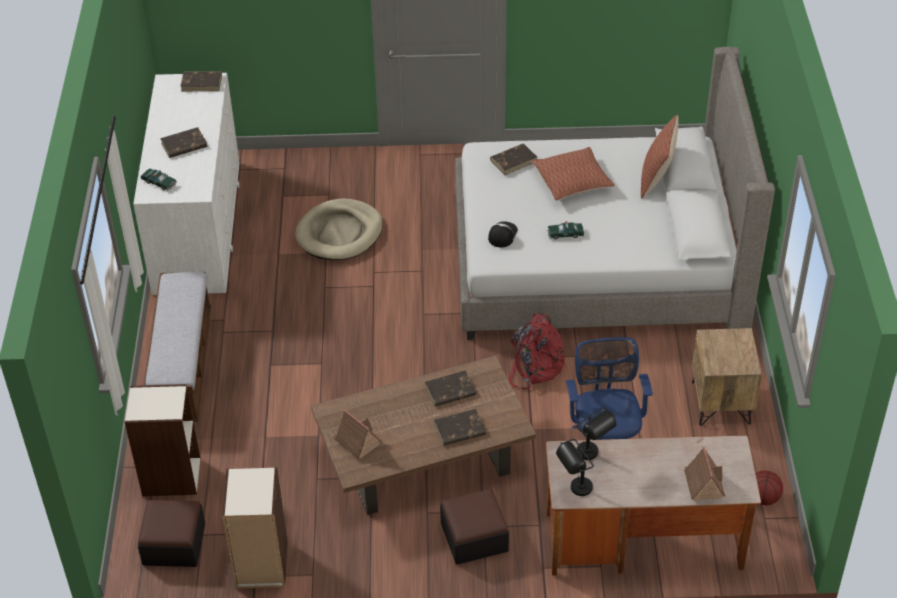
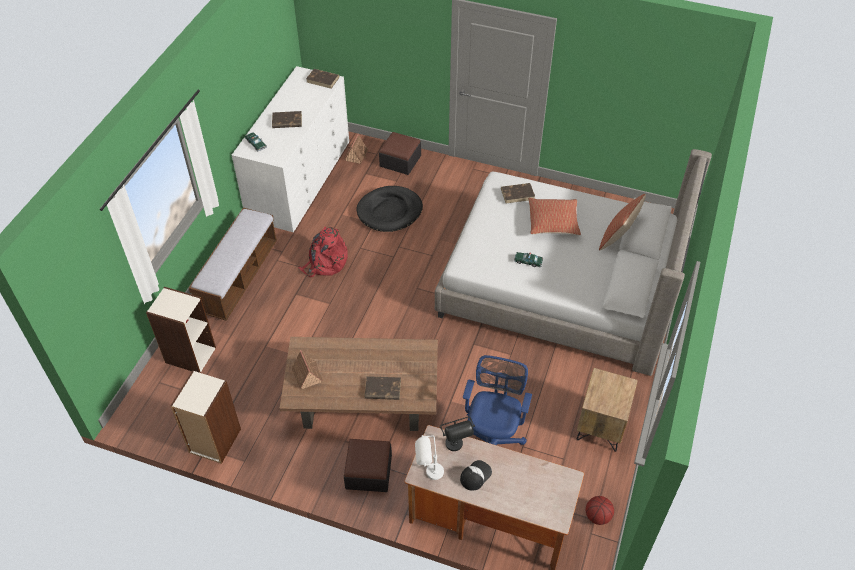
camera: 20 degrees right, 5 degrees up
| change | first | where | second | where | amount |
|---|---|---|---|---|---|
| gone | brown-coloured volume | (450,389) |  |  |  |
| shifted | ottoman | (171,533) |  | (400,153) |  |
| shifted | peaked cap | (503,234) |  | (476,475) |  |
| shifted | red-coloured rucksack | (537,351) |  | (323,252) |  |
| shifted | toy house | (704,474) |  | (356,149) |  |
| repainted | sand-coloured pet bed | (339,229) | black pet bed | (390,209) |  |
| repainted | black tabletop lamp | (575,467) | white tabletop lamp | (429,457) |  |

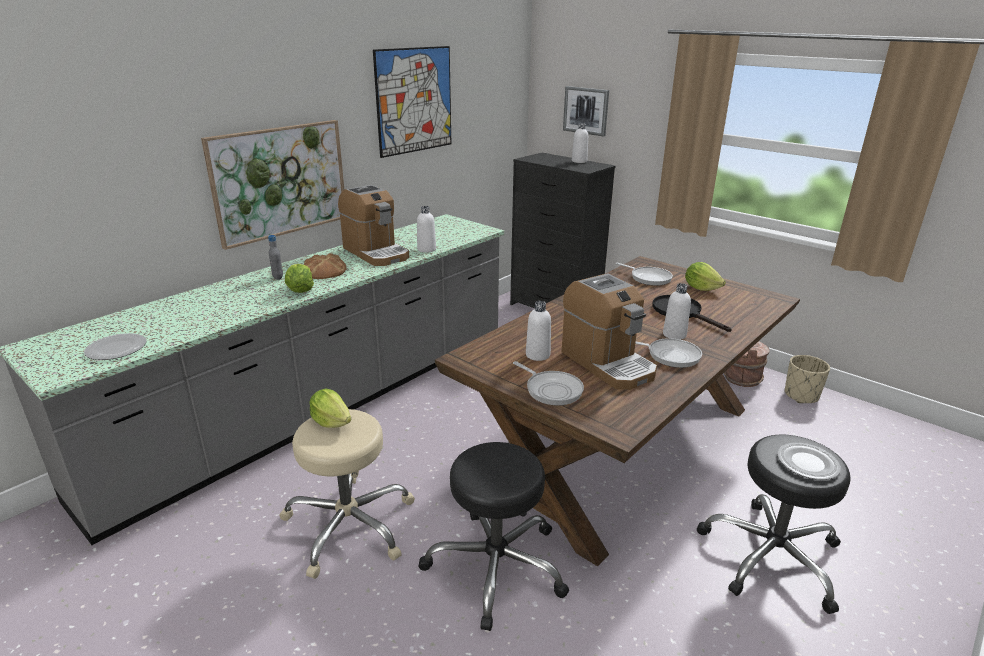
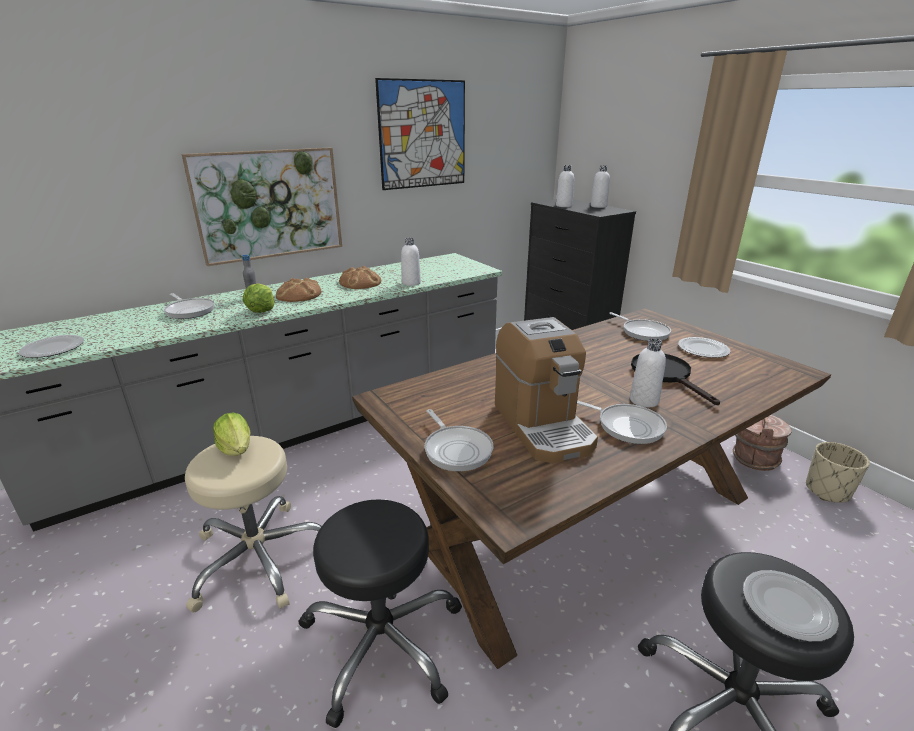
camera: 15 degrees right, 0 degrees up
| change | first | where | second | where | amount |
|---|---|---|---|---|---|
| gone | wall art | (586,111) |  |  |  |
| new |  |  | frying pan | (189,306) |  |
| shifted | white beverage bottle | (538,331) |  | (565,186) |  |
| swapped | coffee machine | (373,225) | baked bread | (360,277) |  |
| swapped | head of lettuce | (705,276) | dinner plate | (704,347) |  |

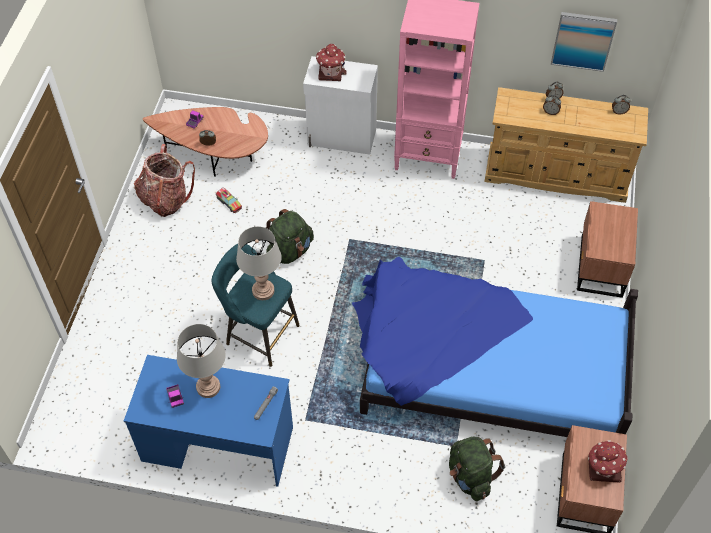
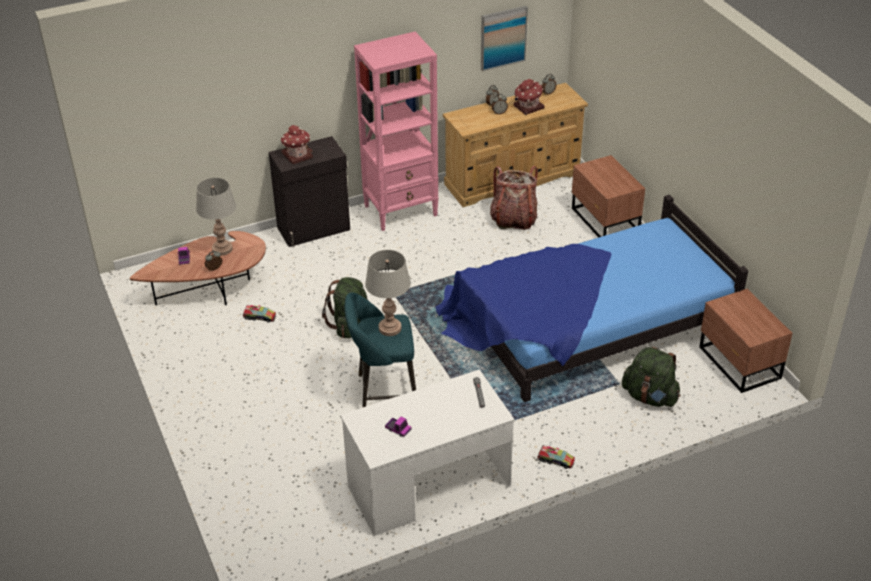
camera: 35 degrees left, 15 degrees down
| change | first | where | second | where | amount |
|---|---|---|---|---|---|
| new |  |  | toy lorry | (556,457) |  |
| shifted | rucksack | (164,180) |  | (514,198) |  |
| shifted | gray tabletop lamp | (201,361) |  | (216,217) |  |
| shifted | toy house | (608,461) |  | (529,97) |  |
| repainted | bluish desk unit | (208,421) | white desk unit | (427,452) |  |
| repainted | white cupboard | (340,105) | black cupboard | (309,191) |  |

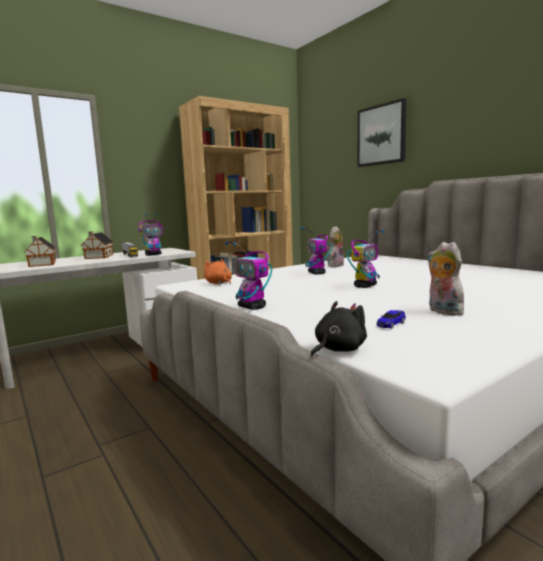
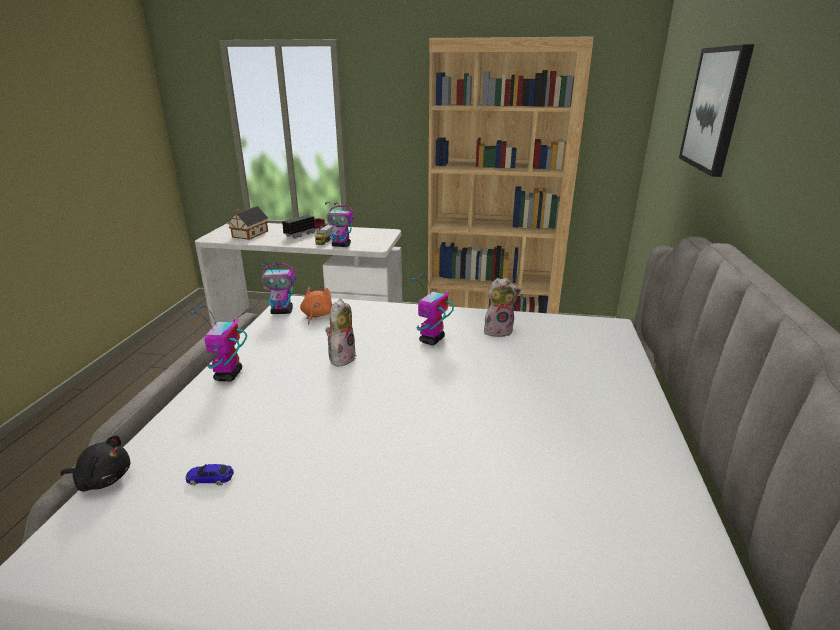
camera: 45 degrees right, 15 degrees up
| change | first | where | second | where | amount |
|---|---|---|---|---|---|
| shifted | model robot | (366,259) |  | (278,288) |  |
| shifted | plush toy | (446,279) |  | (341,333) |  |
| swapped | toy house | (97,245) | toy lorry | (304,227) |  |

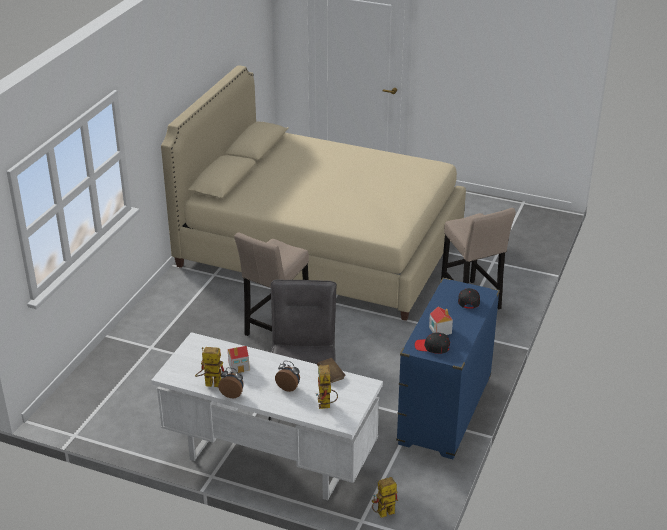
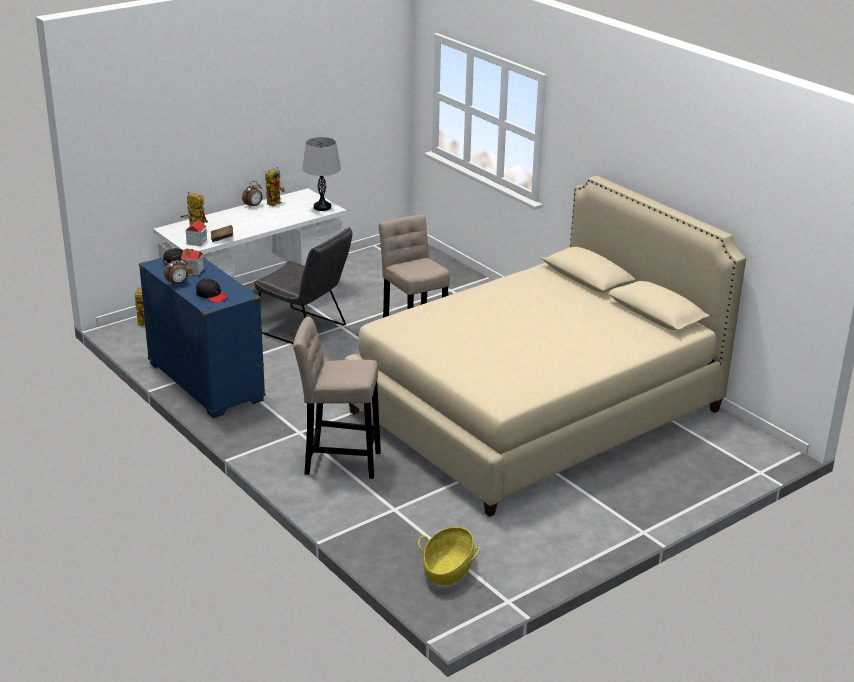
camera: 120 degrees right, 5 degrees down
| change | first | where | second | where | amount |
|---|---|---|---|---|---|
| new |  |  | gray tabletop lamp | (321,174) |  |
| new |  |  | storage basket | (449,556) |  |
| shifted | toy house | (239,359) |  | (196,232) |  |
| shifted | alarm clock | (287,376) |  | (176,270) |  |

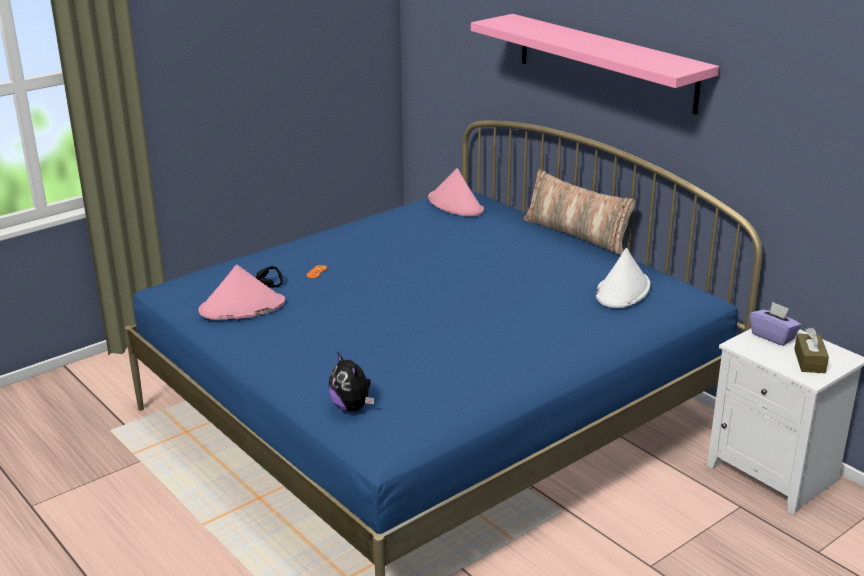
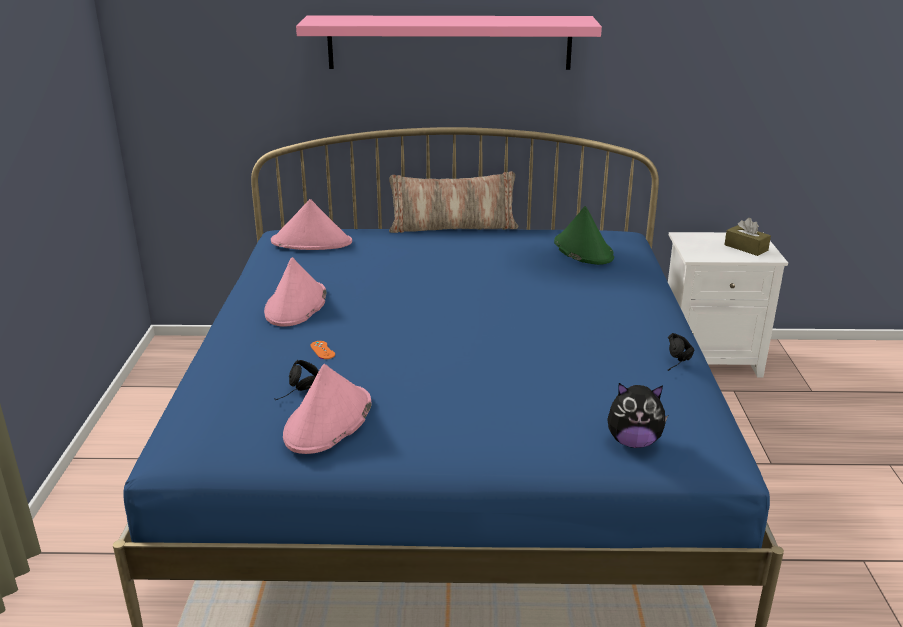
camera: 50 degrees left, 0 degrees up
| change | first | where | second | where | amount |
|---|---|---|---|---|---|
| gone | purple-coloured tissue box | (776,324) |  |  |  |
| new |  |  | pink wearable hat | (295,291) |  |
| new |  |  | black headphones | (681,352) |  |
| repainted | white wearable hat | (623,278) | green-coloured wearable hat | (584,235) |  |

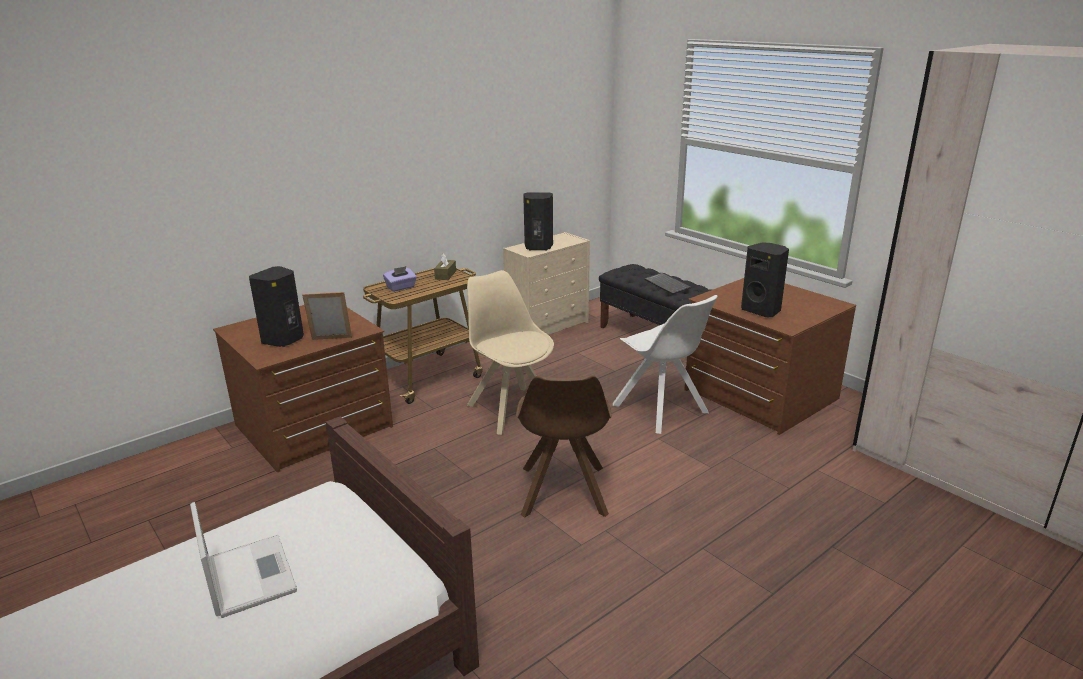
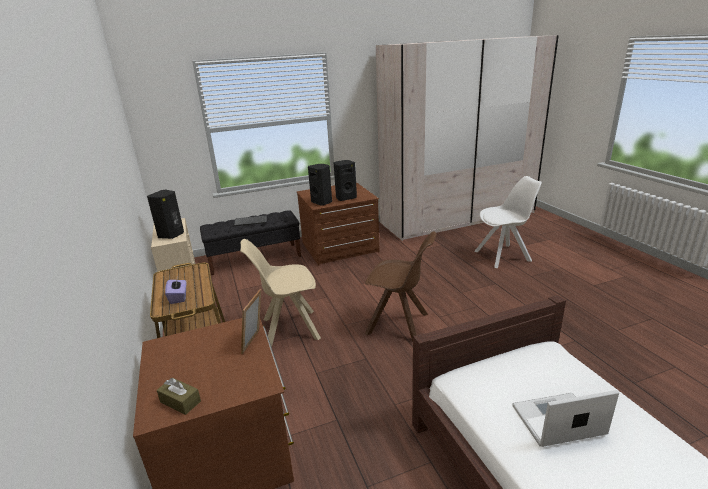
camera: 70 degrees left, 0 degrees up
| change | first | where | second | where | amount |
|---|---|---|---|---|---|
| shifted | black audio speaker | (276,306) |  | (320,185) |  |
| shifted | brown-coloured tissue box | (445,267) |  | (179,396) |  |
| shifted | white upright chair | (665,364) |  | (508,222) |  |

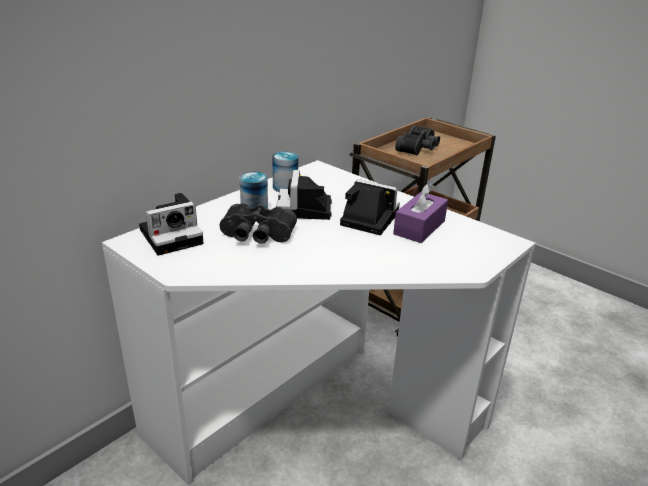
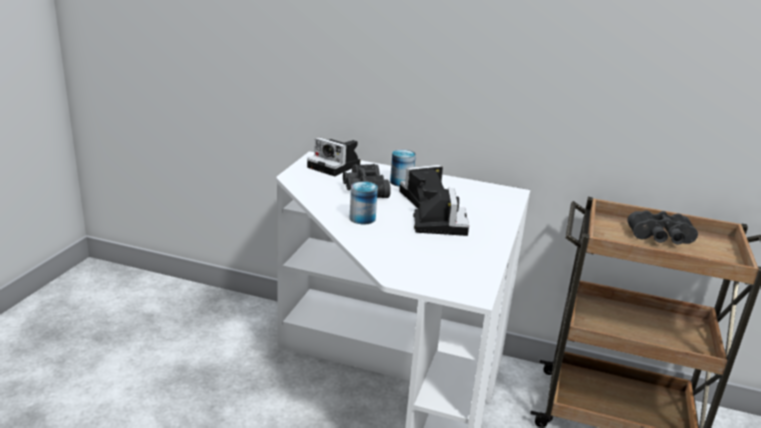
camera: 65 degrees right, 5 degrees down
| change | first | where | second | where | amount |
|---|---|---|---|---|---|
| gone | purple-coloured tissue box | (420,213) |  |  |  |
| shifted | can | (285,172) |  | (364,202) |  |

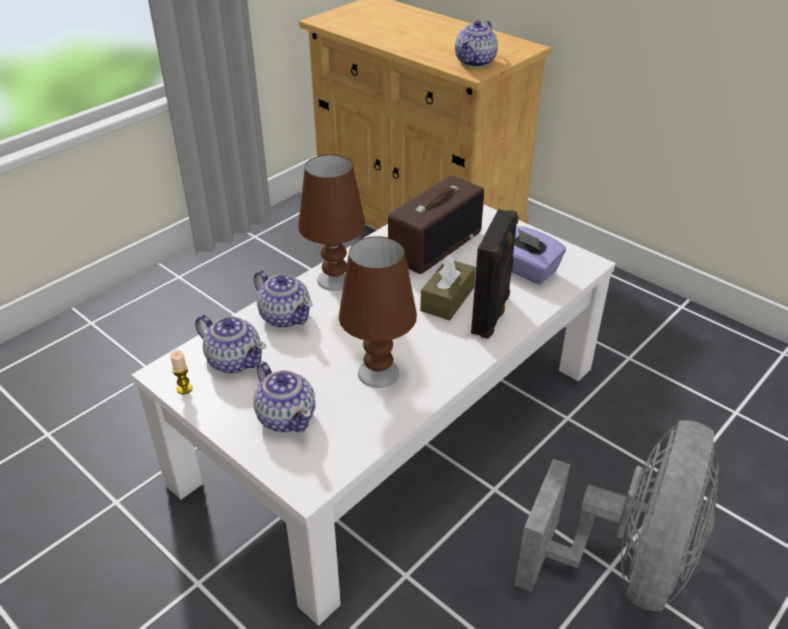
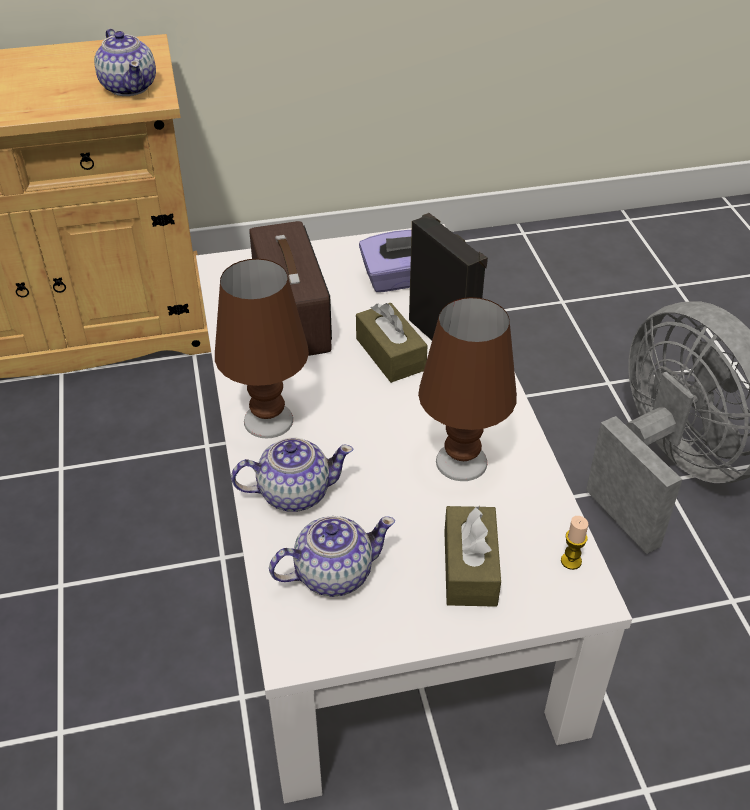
camera: 55 degrees left, 5 degrees up
| change | first | where | second | where | amount |
|---|---|---|---|---|---|
| shifted | wax candle | (181,372) |  | (574,543) |  |
| swapped | tea pot | (284,397) | brown-coloured tissue box | (472,556) |  |

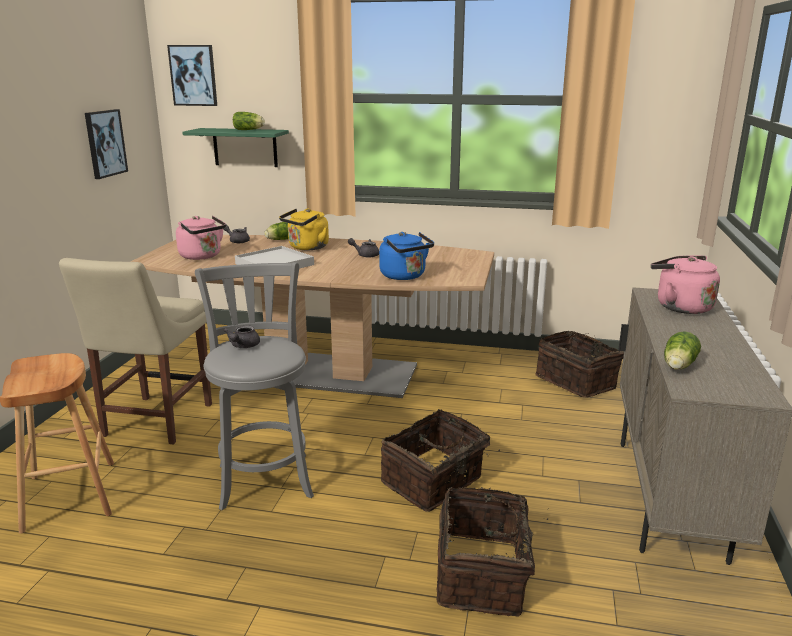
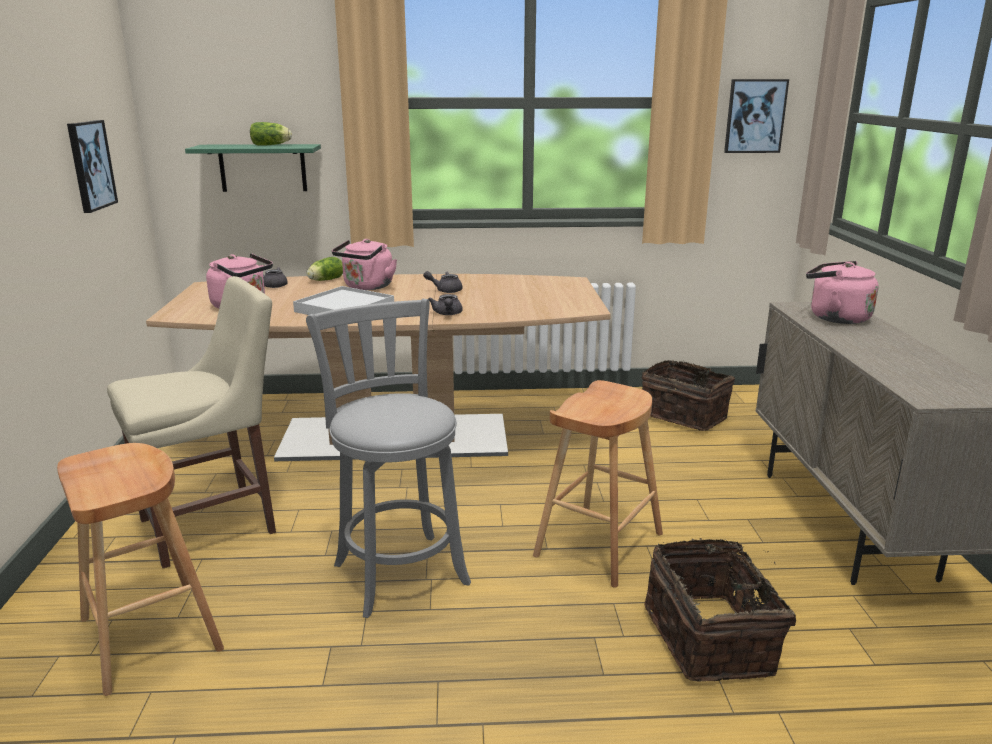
camera: 15 degrees left, 0 degrees up
| change | first | where | second | where | amount |
|---|---|---|---|---|---|
| gone | bluish tea kettle | (406,256) |  |  |  |
| gone | head of lettuce | (682,350) |  |  |  |
| shifted | wall art | (192,75) |  | (756,116) |  |
| shifted | gray tea pot | (242,336) |  | (445,304) |  |
| swapped | storage basket | (440,461) | brown-coloured stool seat | (598,484) |  |
| repainted | yellowish tea kettle | (304,229) | pink tea kettle | (364,264) |  |
| rotated | sand-coloured upright chair | (135,351) |  | (191,422) | 120 degrees counterclockwise |

